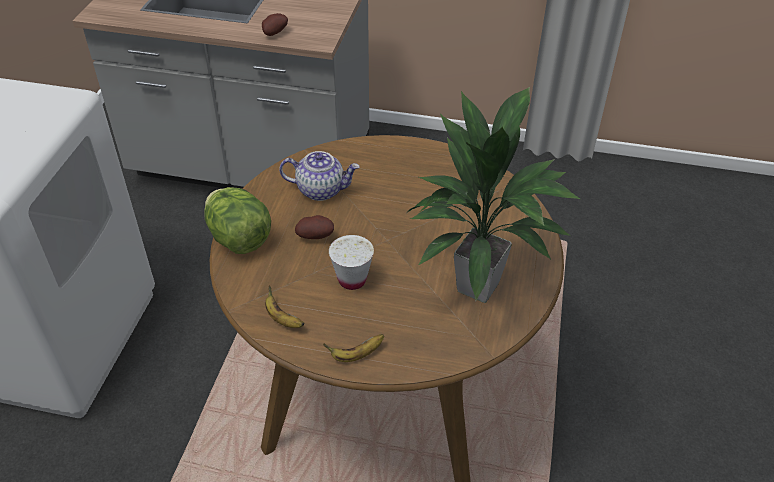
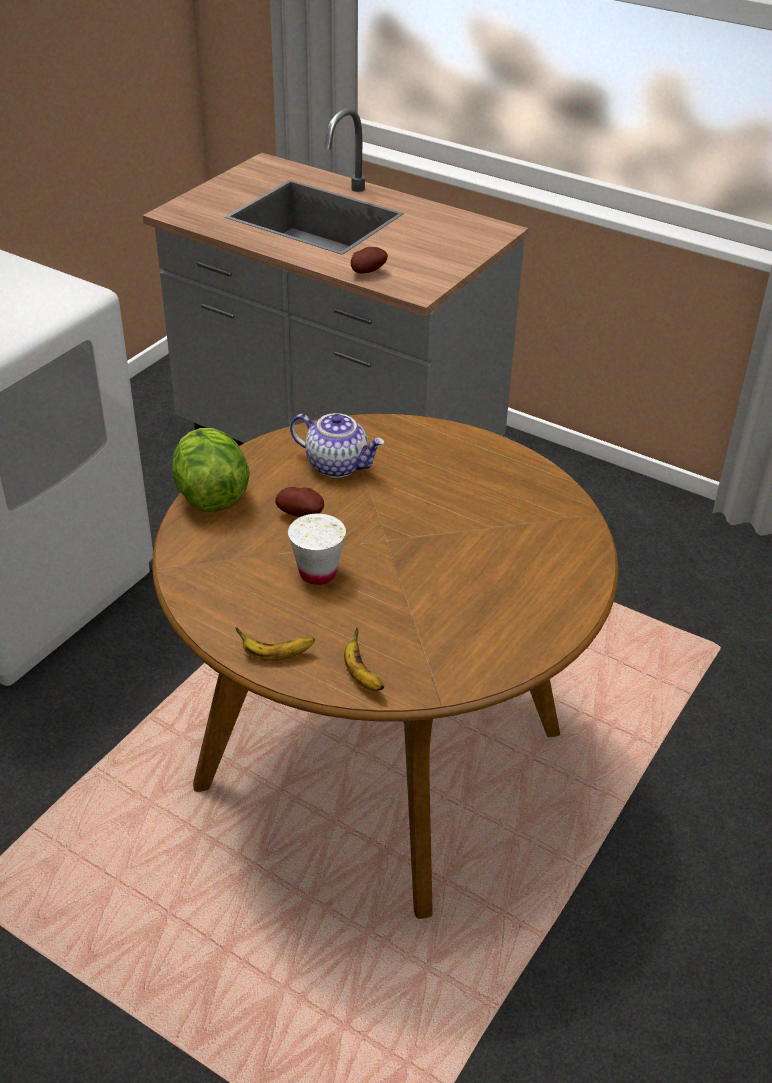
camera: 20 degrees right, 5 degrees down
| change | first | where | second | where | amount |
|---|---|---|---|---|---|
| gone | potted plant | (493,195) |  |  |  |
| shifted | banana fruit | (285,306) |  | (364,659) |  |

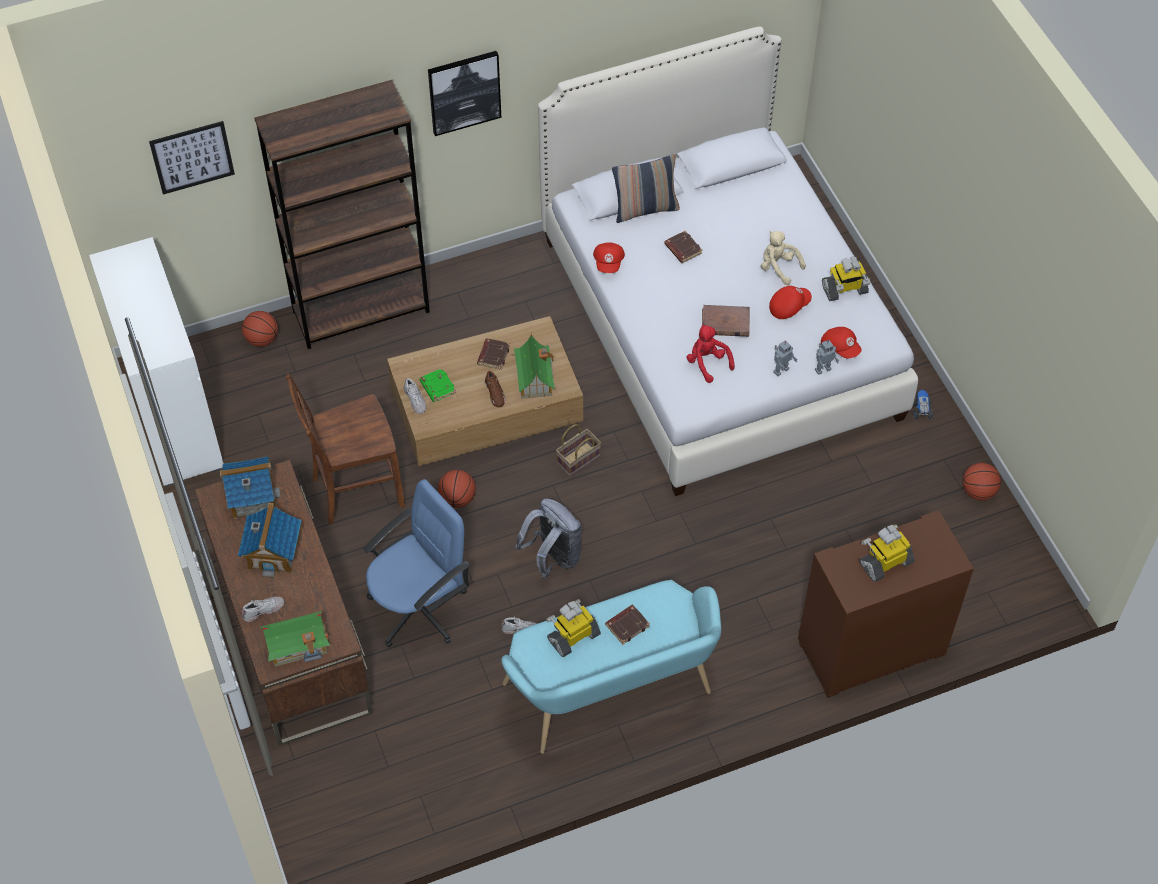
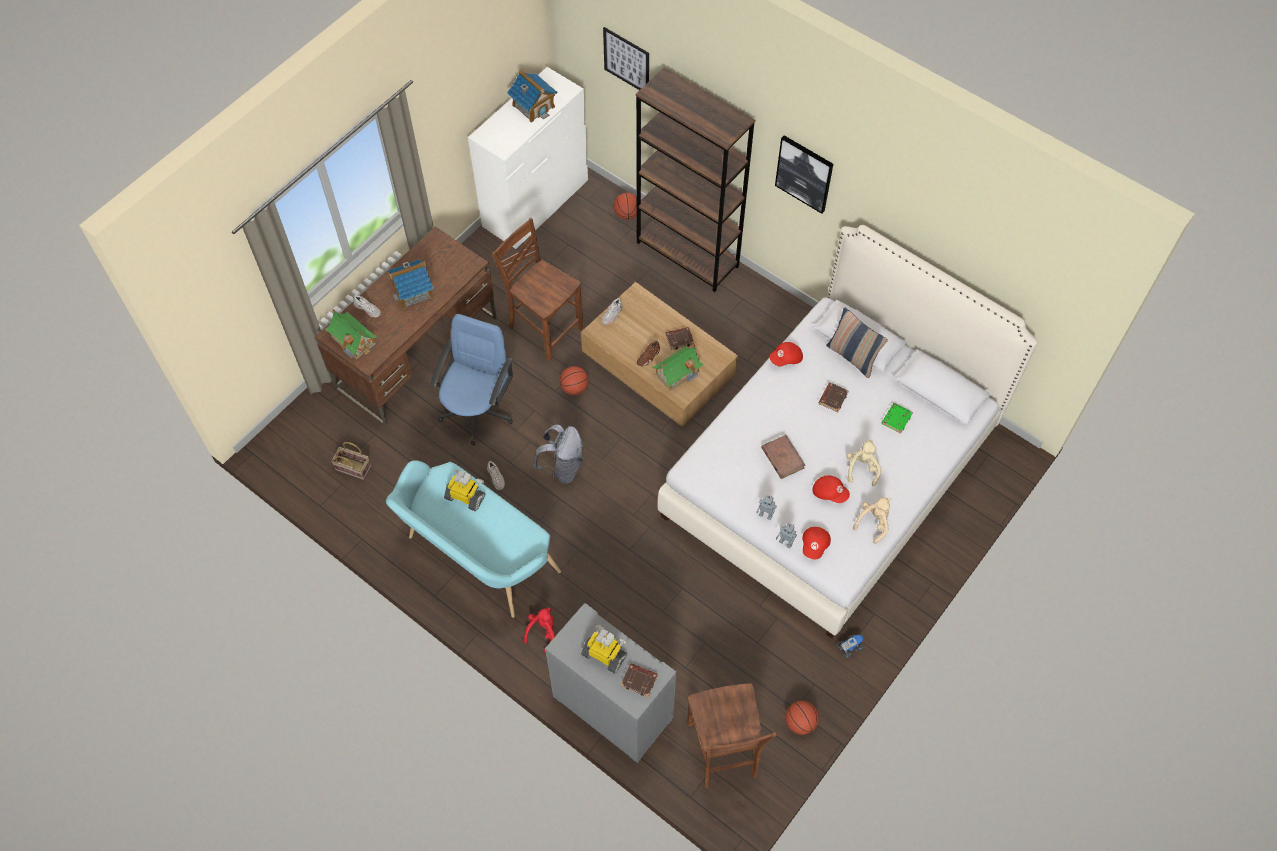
camera: 60 degrees right, 5 degrees up
| change | first | where | second | where | amount |
|---|---|---|---|---|---|
| new |  |  | brown-coloured upright chair | (731,735) |  |
| shifted | toy house | (250,487) |  | (532,96) |  |
| shifted | green-coloured volume | (437,385) |  | (897,418) |  |
| shifted | storage basket | (578,450) |  | (351,461) |  |
| shifted | brown-coloured volume | (627,625) |  | (639,680) |  |
| shifted | red-coloured plush toy | (711,353) |  | (539,630) |  |
| swapped | model robot | (846,279) | sand-coloured plush toy | (872,521) |  |
| repainted | brown-coloured cupboard | (886,604) | gray cupboard | (610,683) |  |
| rotated | bluish desk chair | (416,563) |  | (471,380) | 90 degrees counterclockwise |

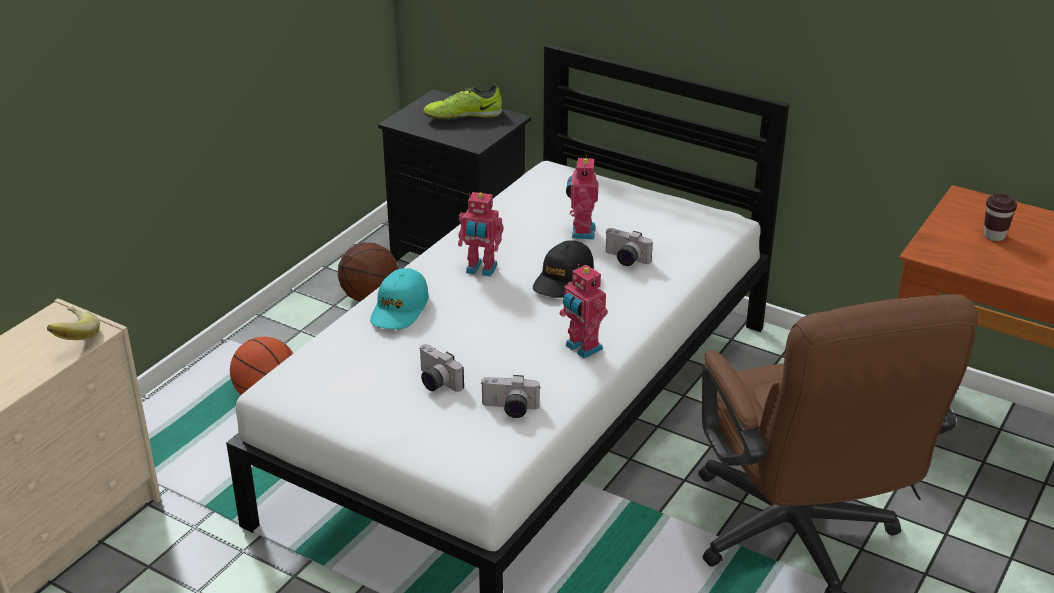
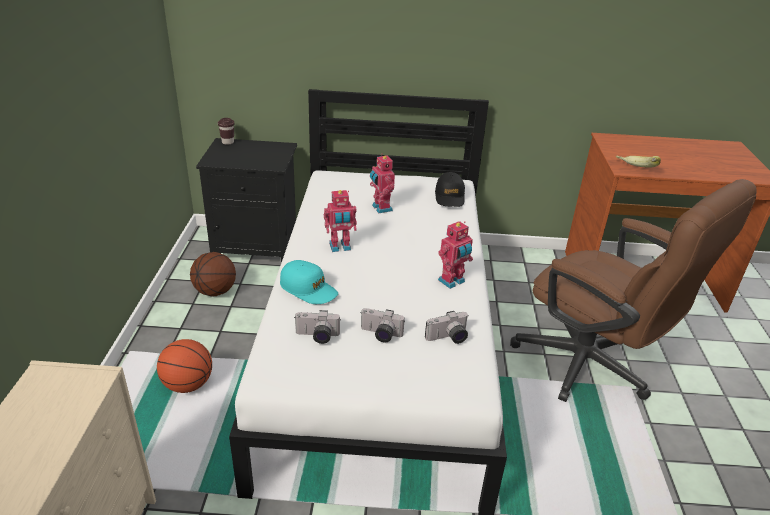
camera: 30 degrees left, 0 degrees up
| change | first | where | second | where | amount |
|---|---|---|---|---|---|
| gone | shoe | (462,102) |  |  |  |
| shifted | banana fruit | (73,323) |  | (638,162) |  |
| shifted | black peaked cap | (563,269) |  | (450,189) |  |
| shifted | photo camera | (629,247) |  | (317,327) |  |
| shifted | brown-coloured drinking cup | (1000,217) |  | (226,131) |  |
| rotated | blue-green peaked cap | (399,299) |  | (309,282) | 45 degrees counterclockwise |
| rotated | model robot | (584,311) |  | (455,255) | 60 degrees counterclockwise |

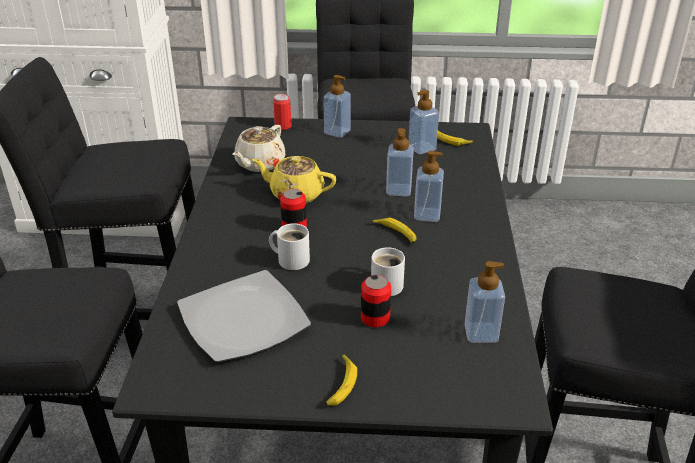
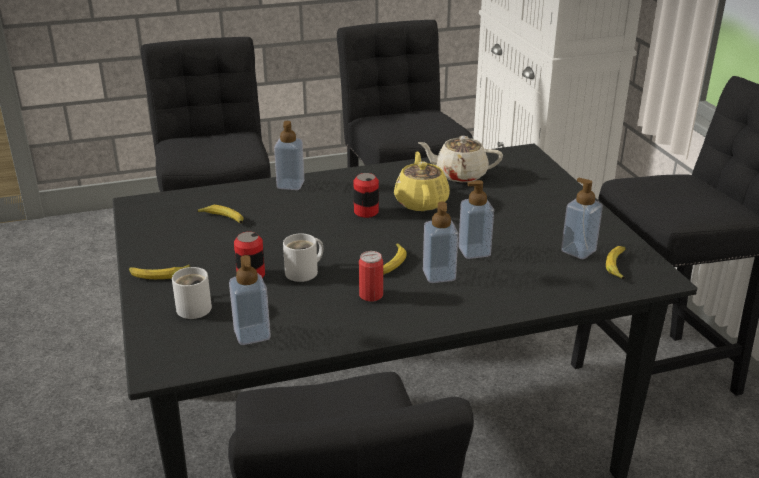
camera: 70 degrees right, 5 degrees down
| change | first | where | second | where | amount |
|---|---|---|---|---|---|
| shifted | white mug | (289,246) |  | (192,293) |  |
| shifted | can | (282,112) |  | (371,276) |  |
| shifted | soap dispenser | (337,106) |  | (289,155) |  |
| swapped | dinner plate | (244,316) | banana fruit | (220,214) |  |

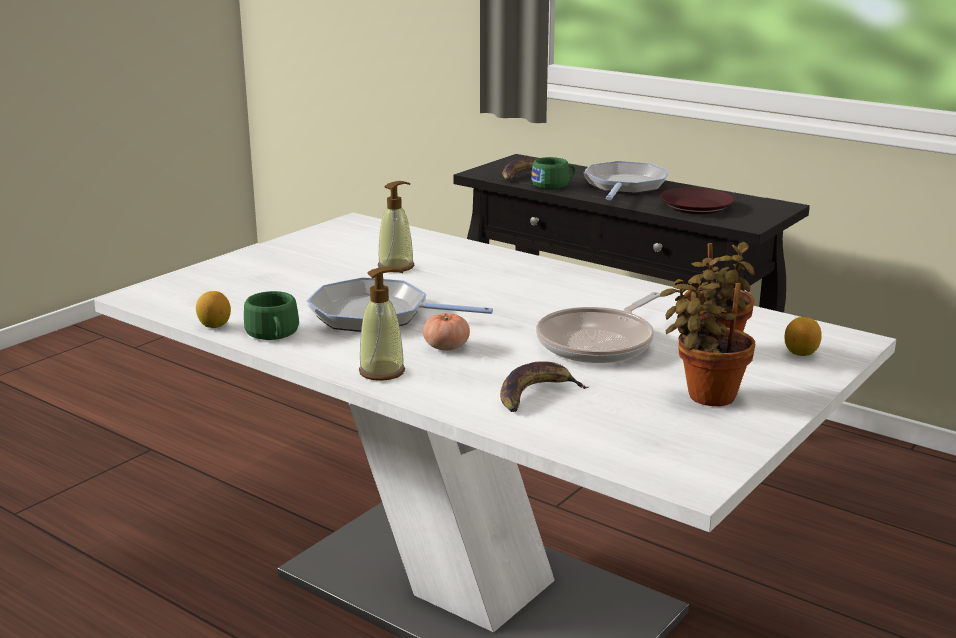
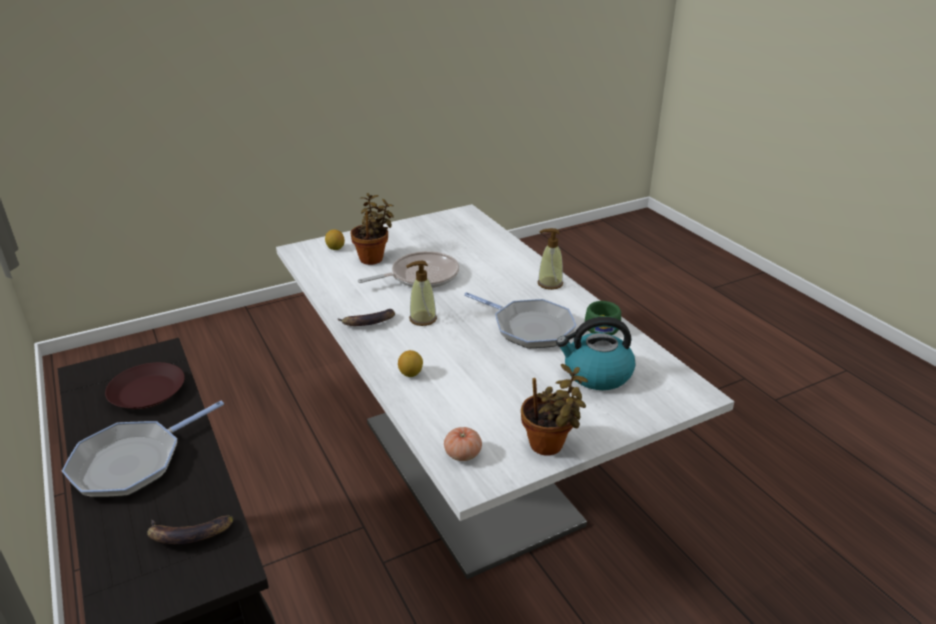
camera: 155 degrees left, 10 degrees up
| change | first | where | second | where | amount |
|---|---|---|---|---|---|
| gone | green-coloured drinking cup | (553,173) |  |  |  |
| new |  |  | tea kettle | (595,353) |  |
| shifted | citrus fruit | (213,309) |  | (410,363) |  |
| shifted | soap dispenser | (396,226) |  | (421,293) |  |
| shifted | fresh tomato | (446,332) |  | (463,444) |  |
| shifted | banana fruit | (544,387) |  | (366,317) |  |
| shifted | potted plant | (707,341) |  | (554,410) |  |

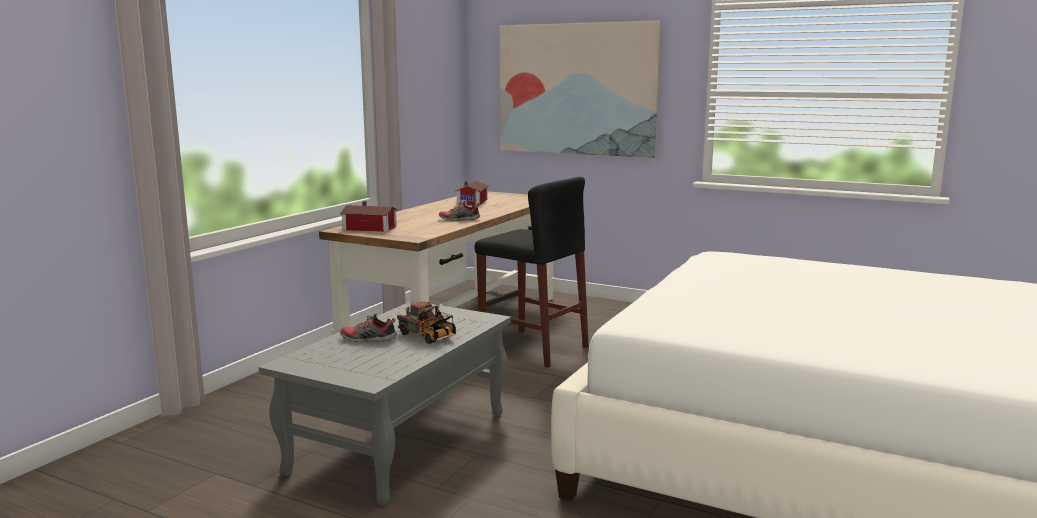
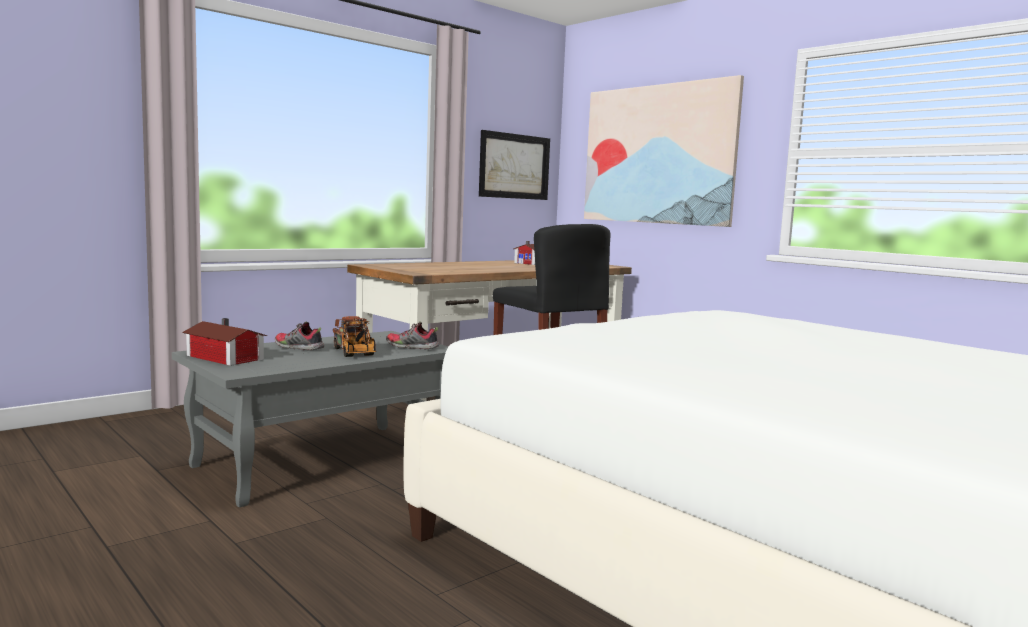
camera: 20 degrees right, 5 degrees down
| change | first | where | second | where | amount |
|---|---|---|---|---|---|
| new |  |  | wall art | (514,165) |  |
| shifted | toy house | (369,216) |  | (224,342) |  |
| shifted | shoe | (459,210) |  | (412,335) |  |

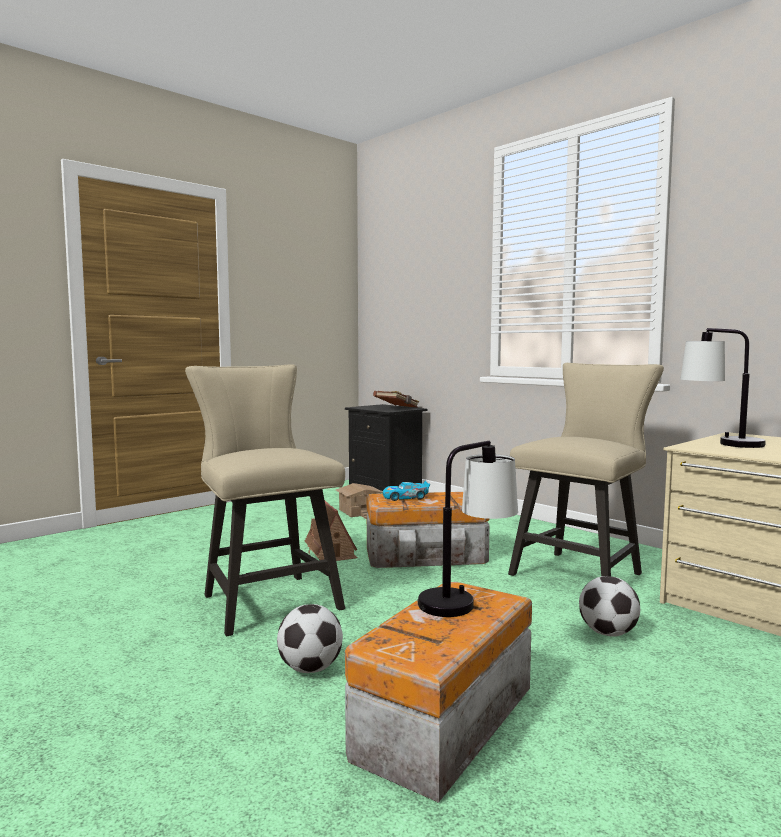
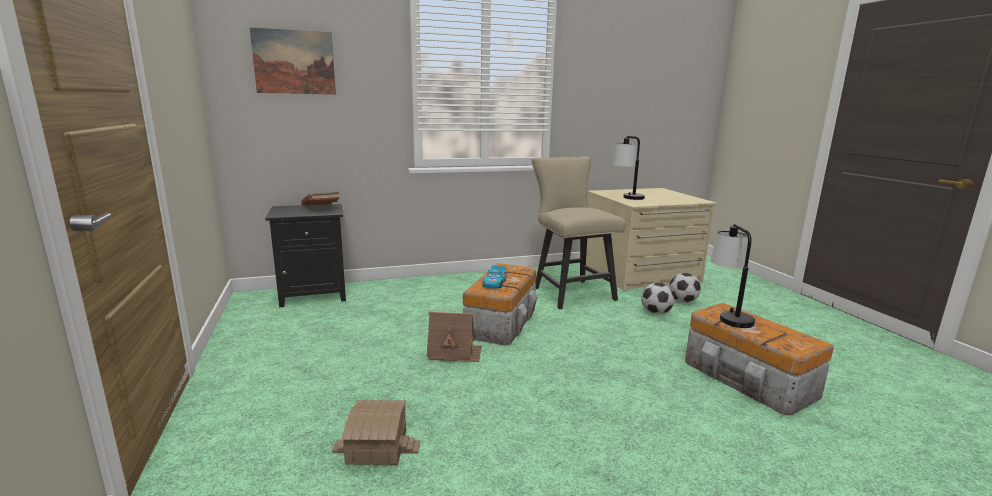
camera: 65 degrees left, 10 degrees up
| change | first | where | second | where | amount |
|---|---|---|---|---|---|
| gone | sand-coloured upright chair | (265,500) |  |  |  |
| new |  |  | wall art | (293,61) |  |
| shifted | football ball | (310,638) |  | (685,288) |  |
| shifted | toy house | (359,501) |  | (376,432) |  |

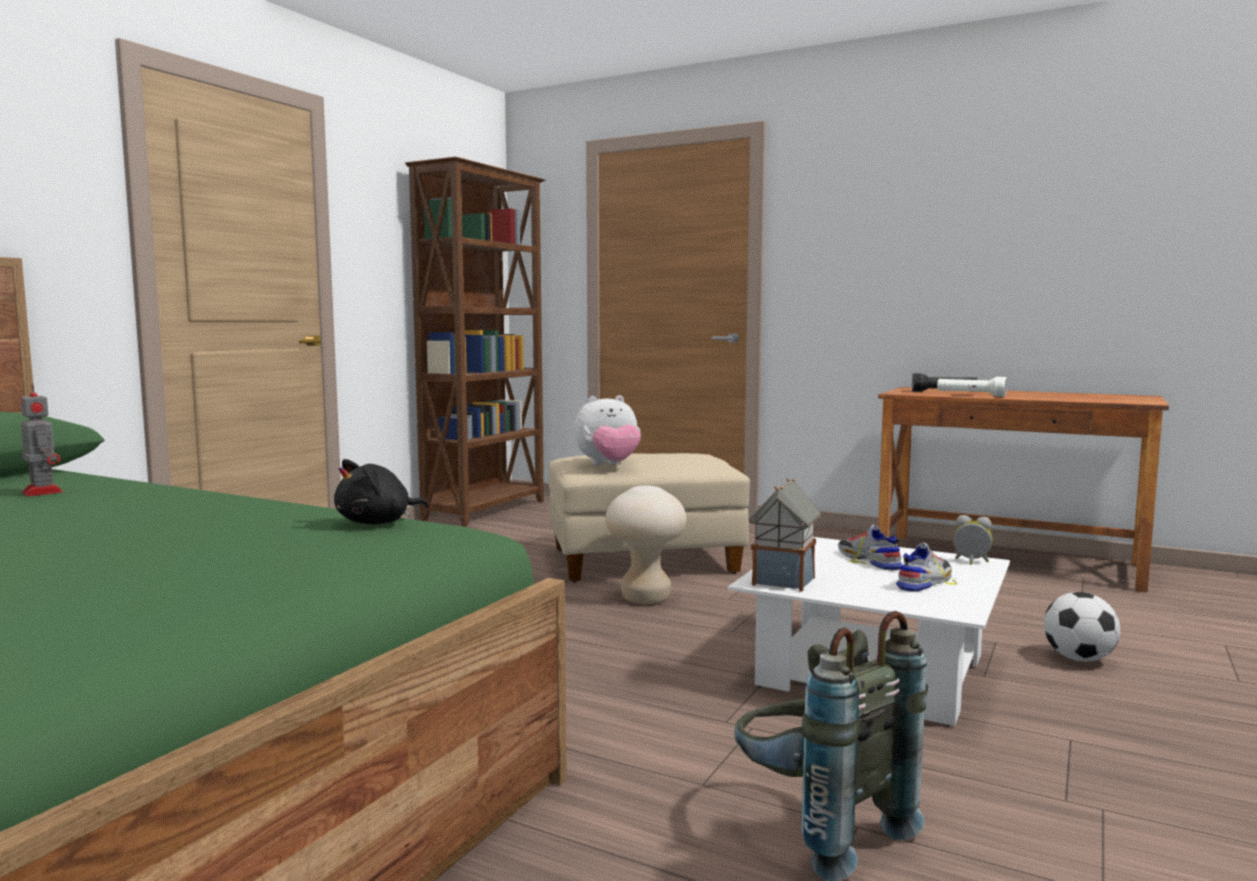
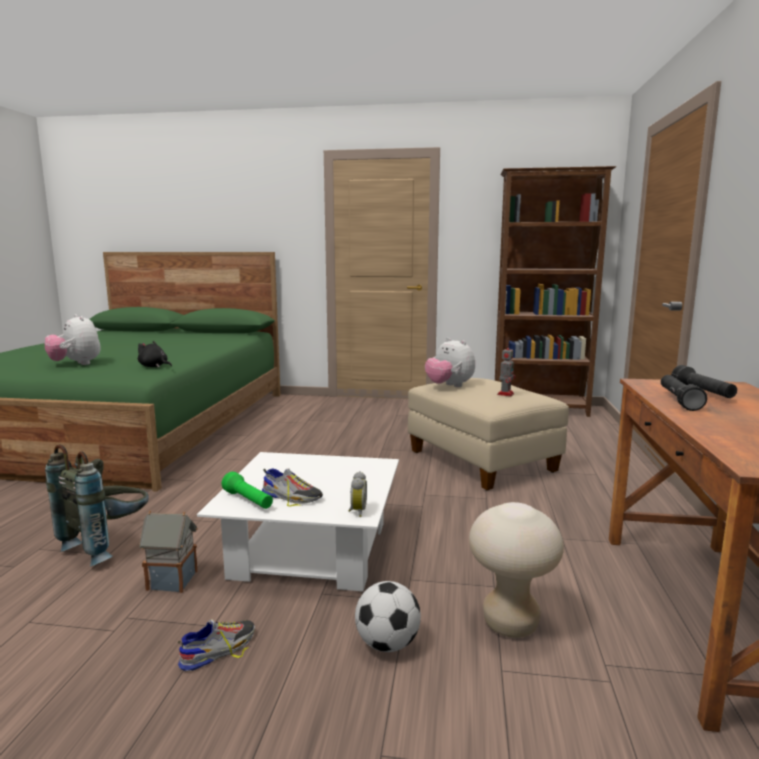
camera: 70 degrees right, 5 degrees up
| change | first | where | second | where | amount |
|---|---|---|---|---|---|
| new |  |  | plush toy | (73,339) |  |
| new |  |  | green-coloured flashlight | (247,490) |  |
| shifted | model robot | (42,439) |  | (506,370) |  |
| shifted | sand-coloured stool seat | (646,544) |  | (516,570) |  |
| shifted | toy house | (785,534) |  | (168,551) |  |
| shifted | shoe | (870,548) |  | (216,645) |  |
| repainted | white flashlight | (972,387) | black flashlight | (684,393) |  |

